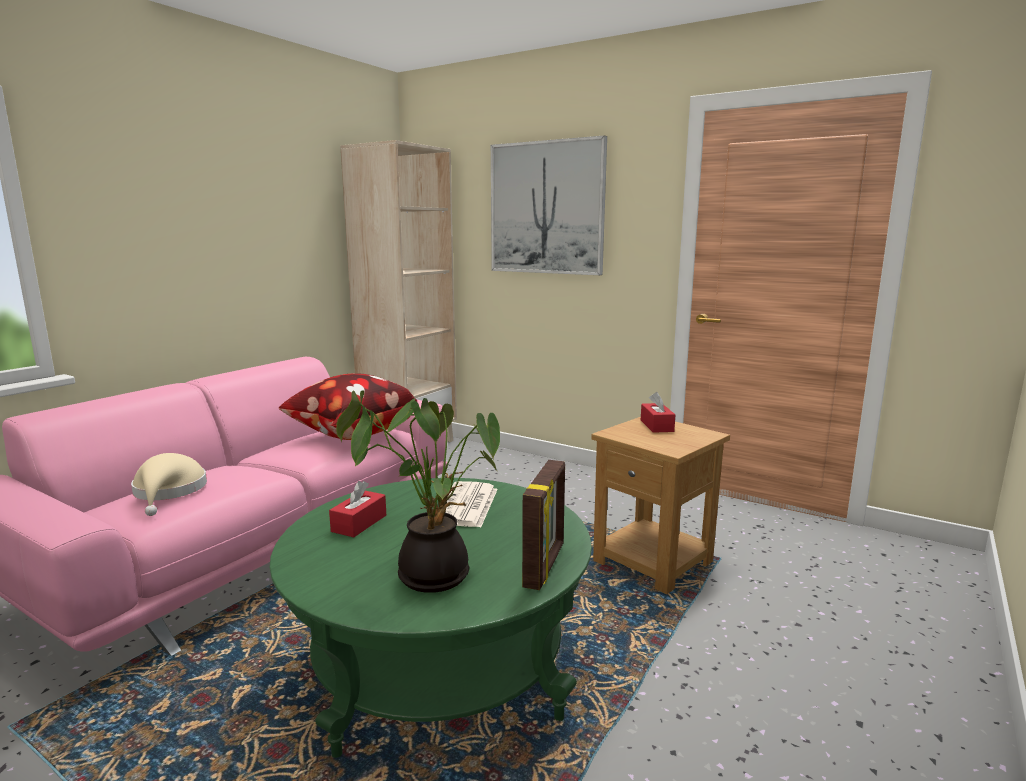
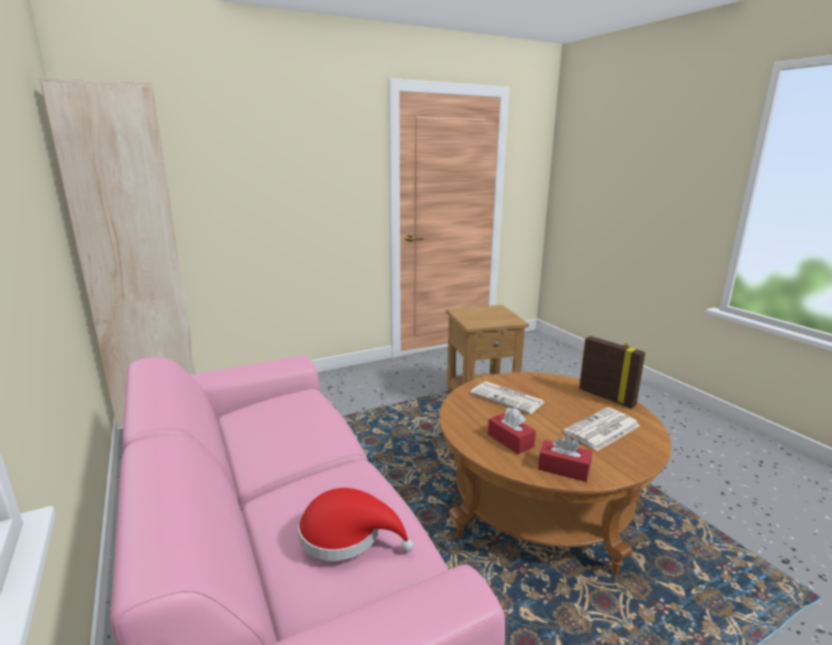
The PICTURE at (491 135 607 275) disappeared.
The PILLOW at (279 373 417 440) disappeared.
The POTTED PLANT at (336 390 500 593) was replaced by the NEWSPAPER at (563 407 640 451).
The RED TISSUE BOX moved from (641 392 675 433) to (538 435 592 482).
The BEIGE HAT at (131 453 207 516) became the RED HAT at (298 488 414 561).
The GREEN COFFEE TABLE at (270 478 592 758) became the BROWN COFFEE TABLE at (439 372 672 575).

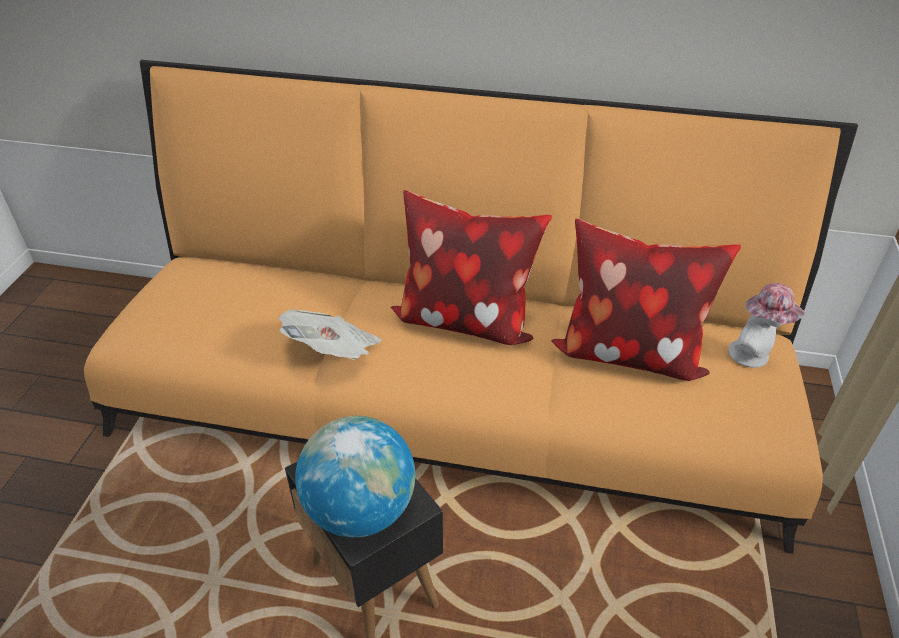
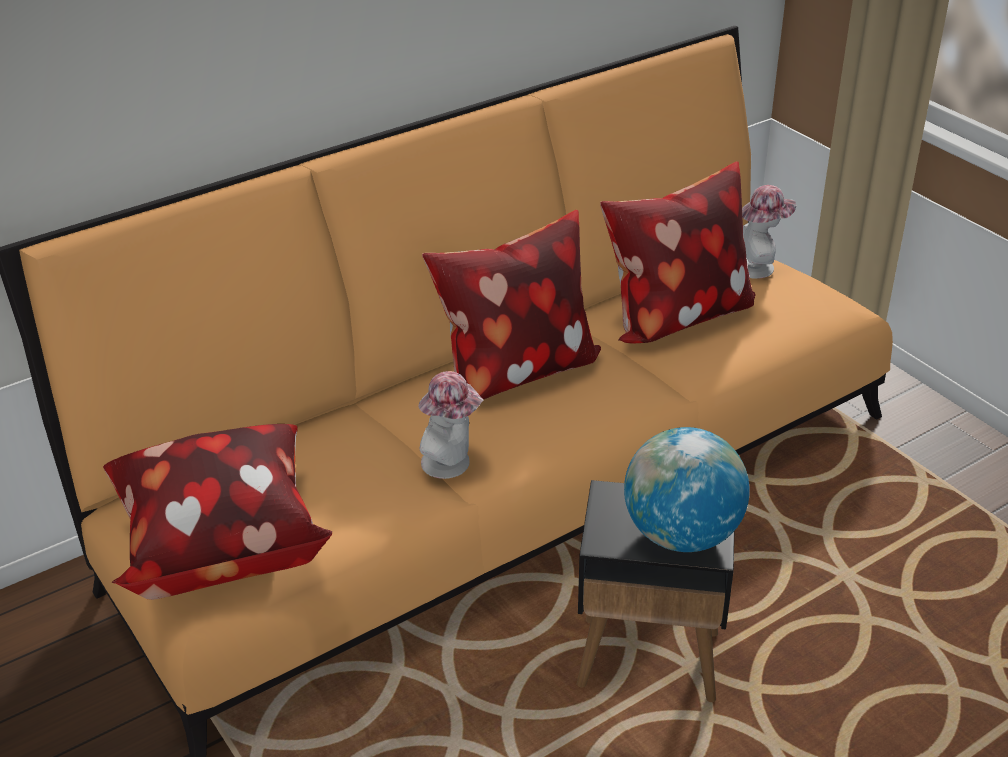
The NEWSPAPER at (279 309 382 360) was replaced by the HAT at (418 371 483 479).
The PILLOW at (103 424 332 600) appeared.

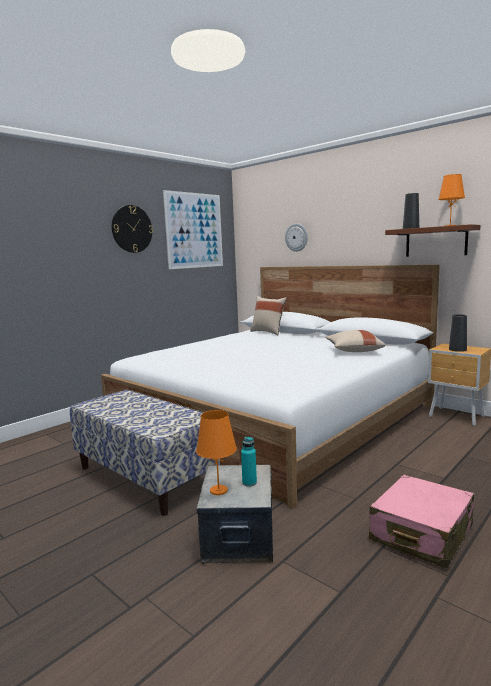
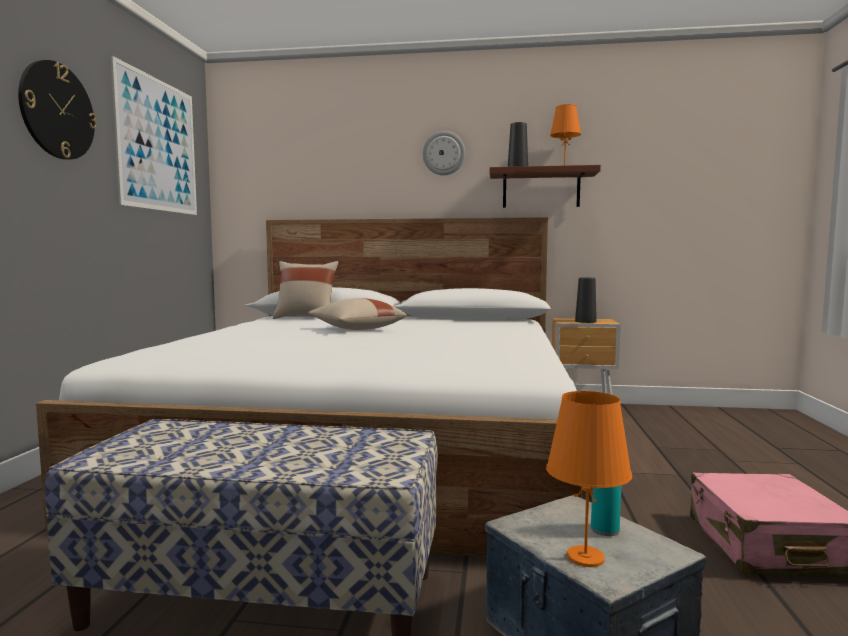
The WALL CLOCK moved from (285 223 308 252) to (422 131 465 175).
The BEIGE PILLOW moved from (326 330 386 352) to (308 298 407 330).

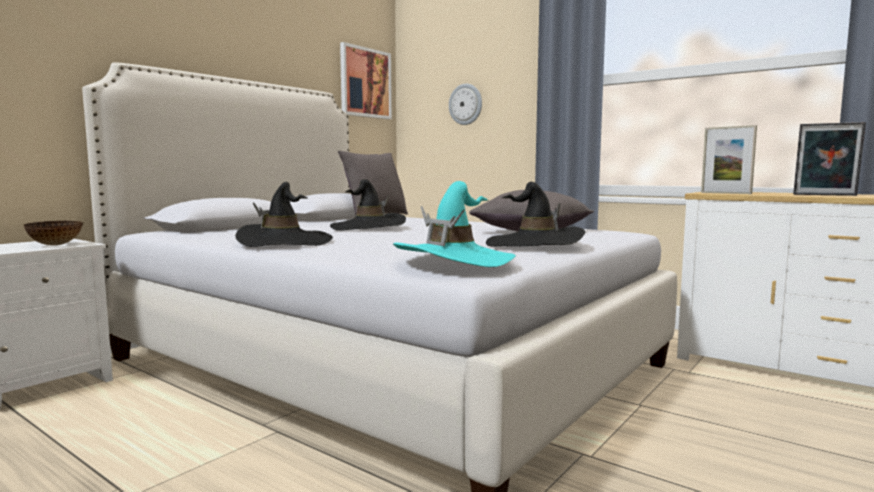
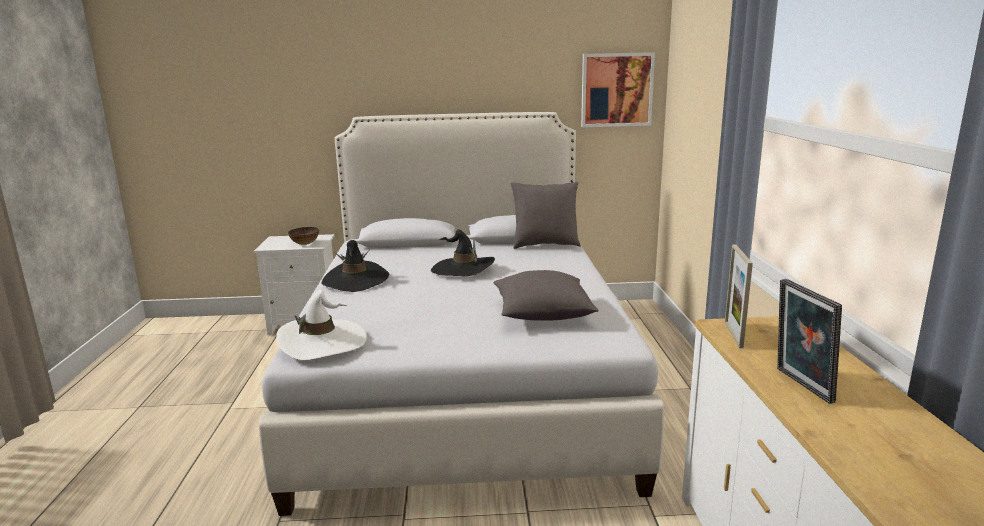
The WALL CLOCK at (449 84 482 125) disappeared.
The TURQUOISE HAT at (393 181 516 267) became the WHITE HAT at (276 290 367 360).
The BLACK HAT at (486 182 585 246) disappeared.

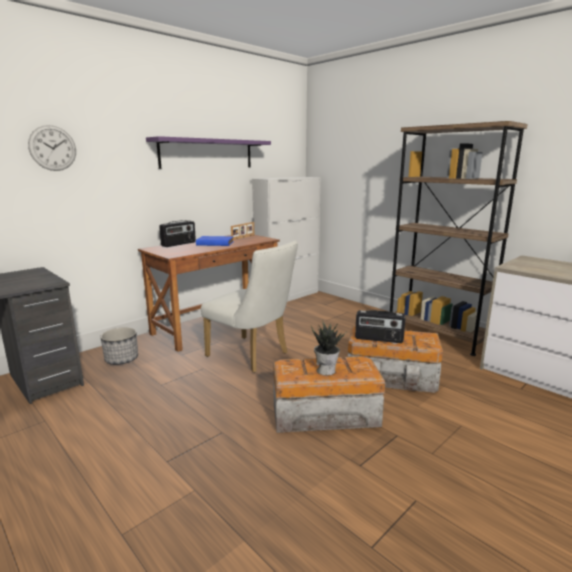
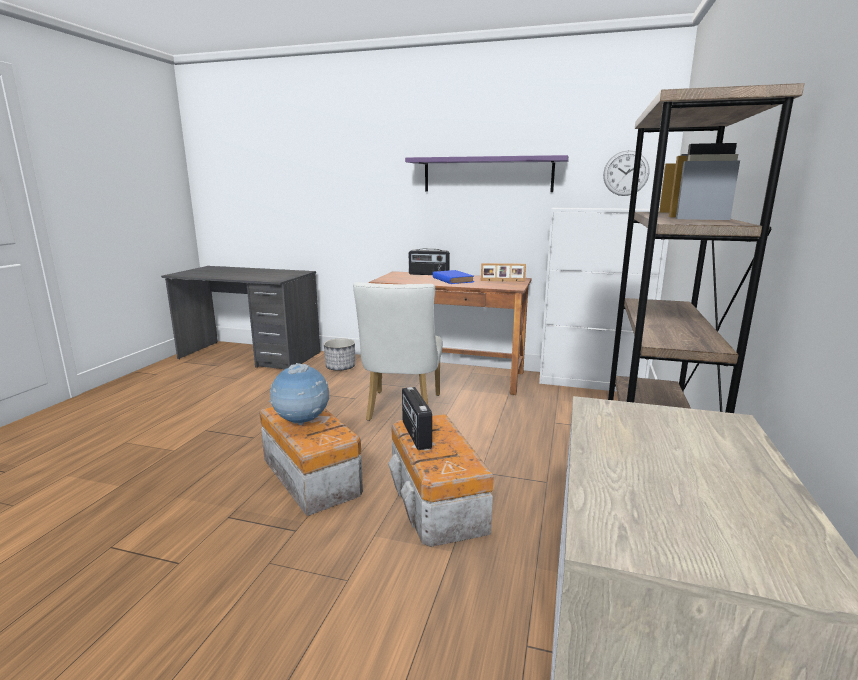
The WALL CLOCK moved from (28 125 76 171) to (603 150 649 196).
The POTTED PLANT at (311 322 347 375) was replaced by the GLOBE at (269 363 329 425).

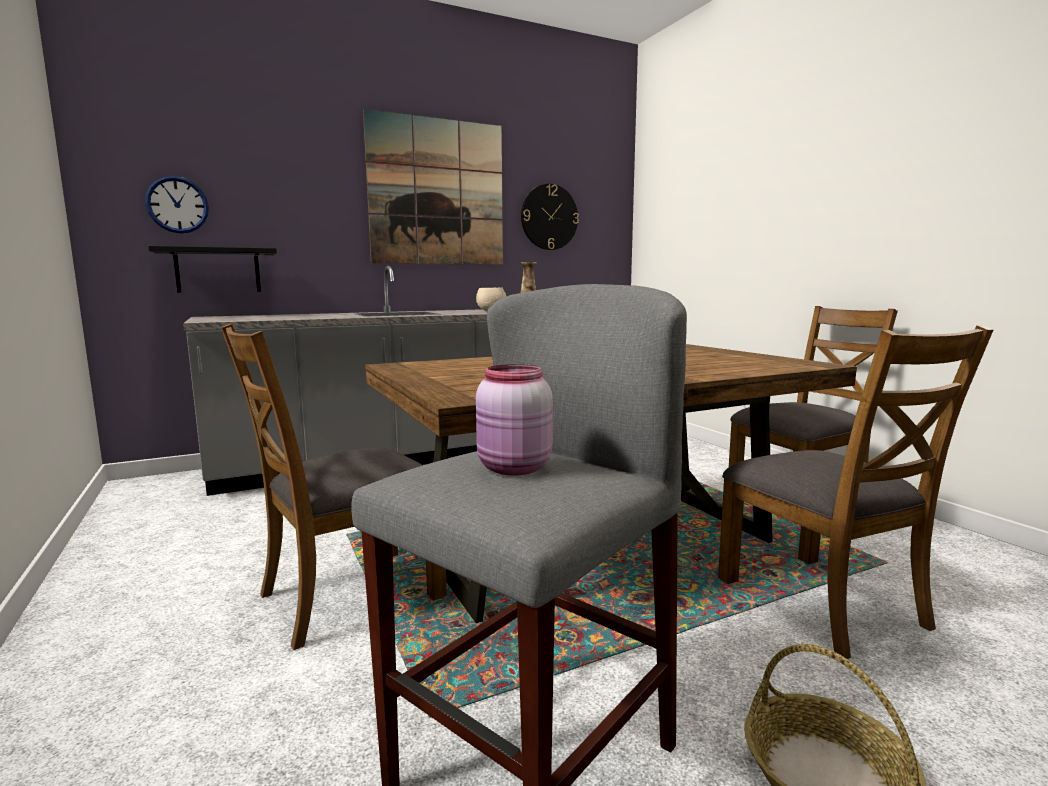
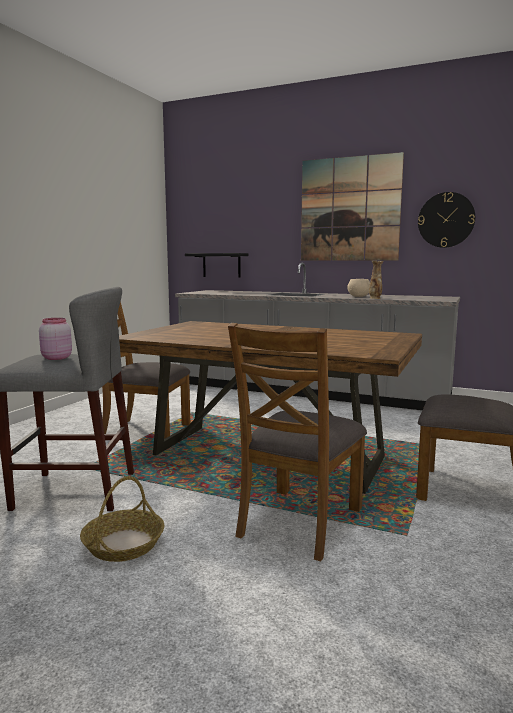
The WALL CLOCK at (145 176 209 234) disappeared.

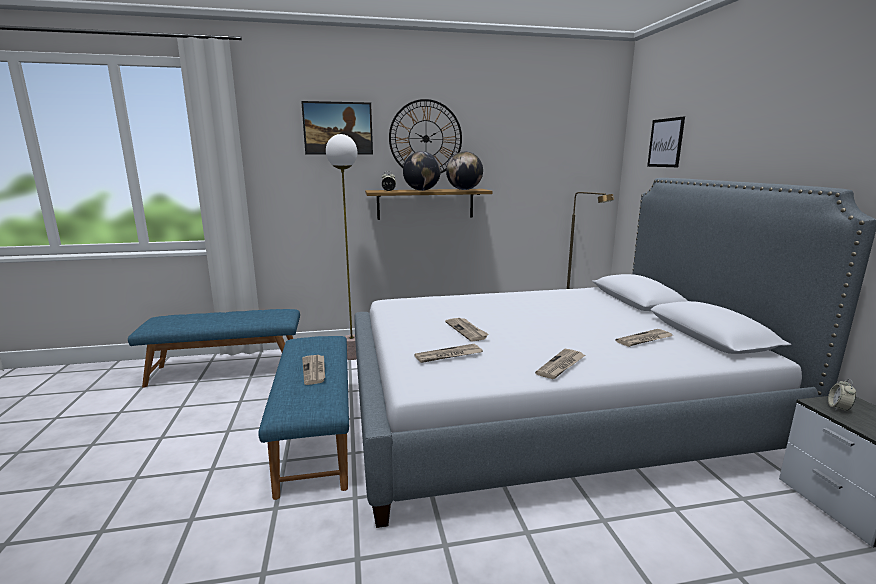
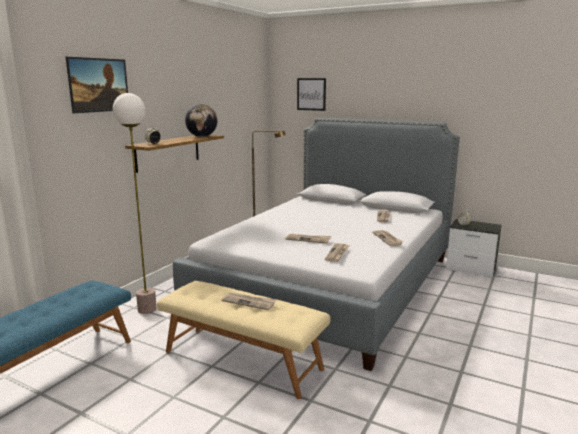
The WALL CLOCK at (389 99 462 174) disappeared.
The GLOBE at (403 151 441 191) disappeared.
The BLUE BENCH at (258 336 349 500) became the BEIGE BENCH at (157 281 330 399).

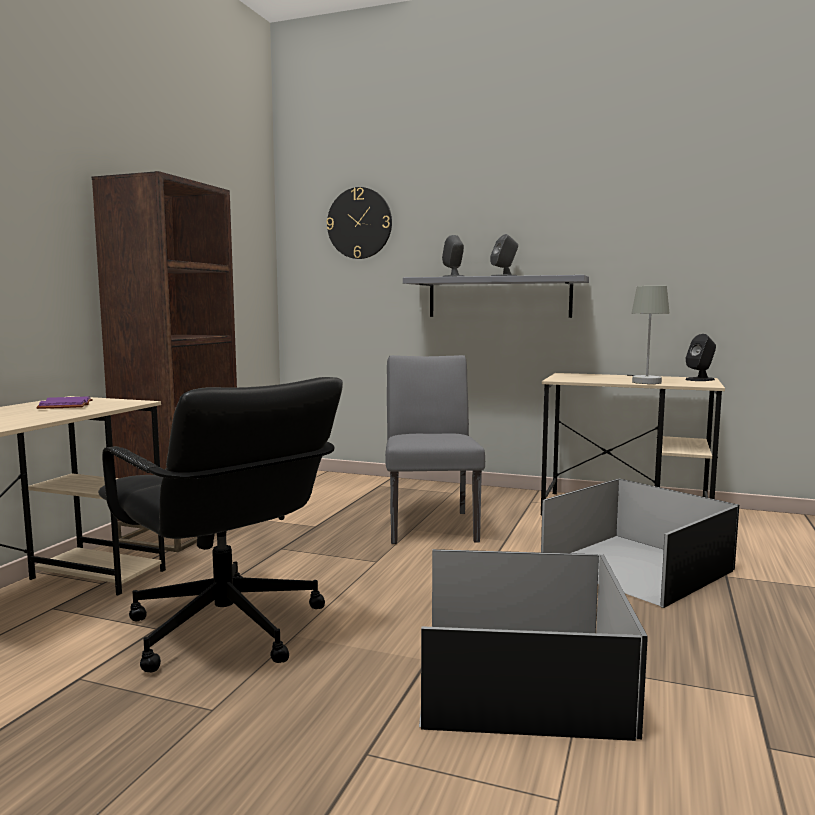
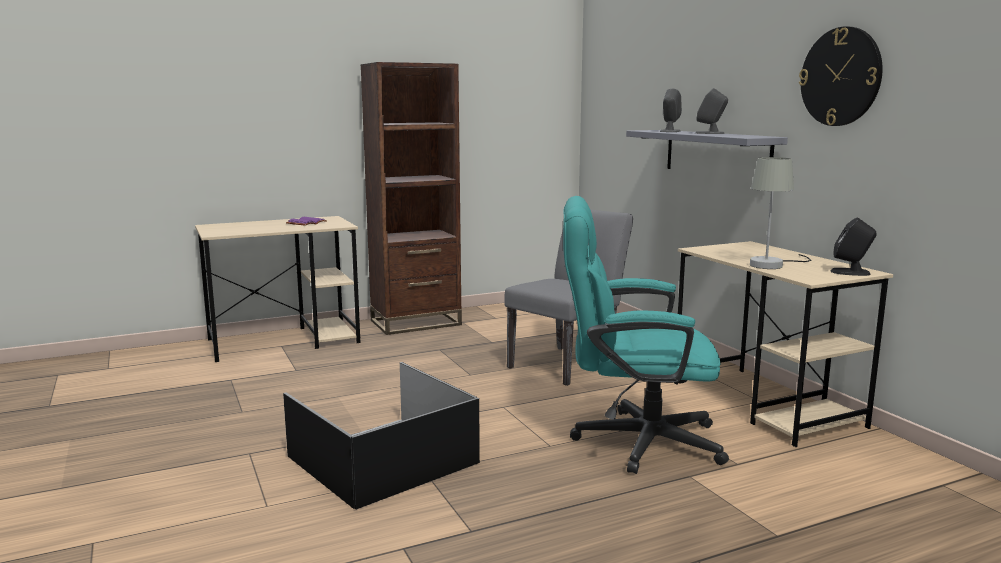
The WALL CLOCK moved from (326 187 392 259) to (799 26 883 126).
The BLACK OFFICE CHAIR at (98 377 343 672) disappeared.
The BLACK STORAGE BOX at (541 479 739 608) was replaced by the TURQUOISE OFFICE CHAIR at (563 196 729 474).

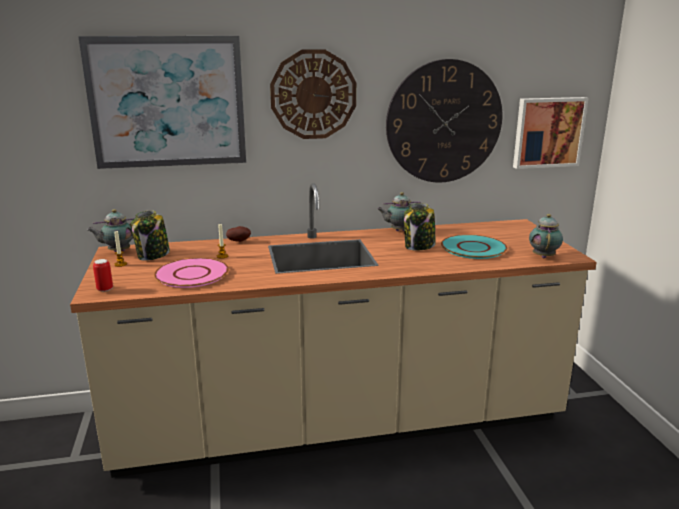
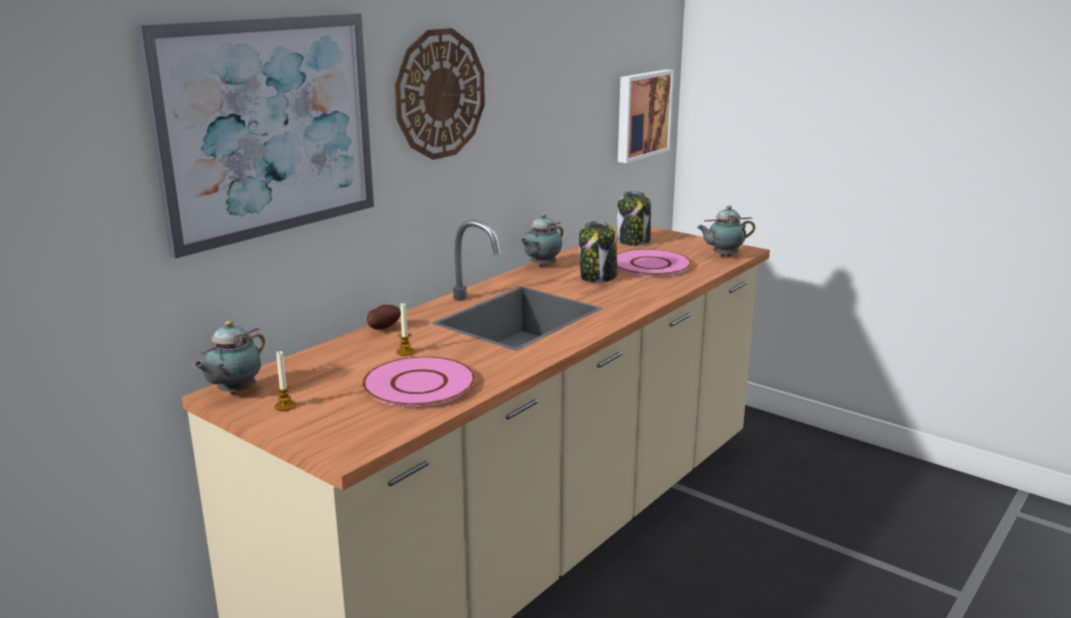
The WALL CLOCK at (386 59 502 183) disappeared.
The JAR moved from (131 210 170 261) to (617 191 651 246).
The TEAPOT at (529 214 563 258) turned 75 degrees counterclockwise.
The TURQUOISE PLATE at (441 235 507 259) became the PINK PLATE at (617 249 692 277).
The CAN at (93 259 113 292) disappeared.

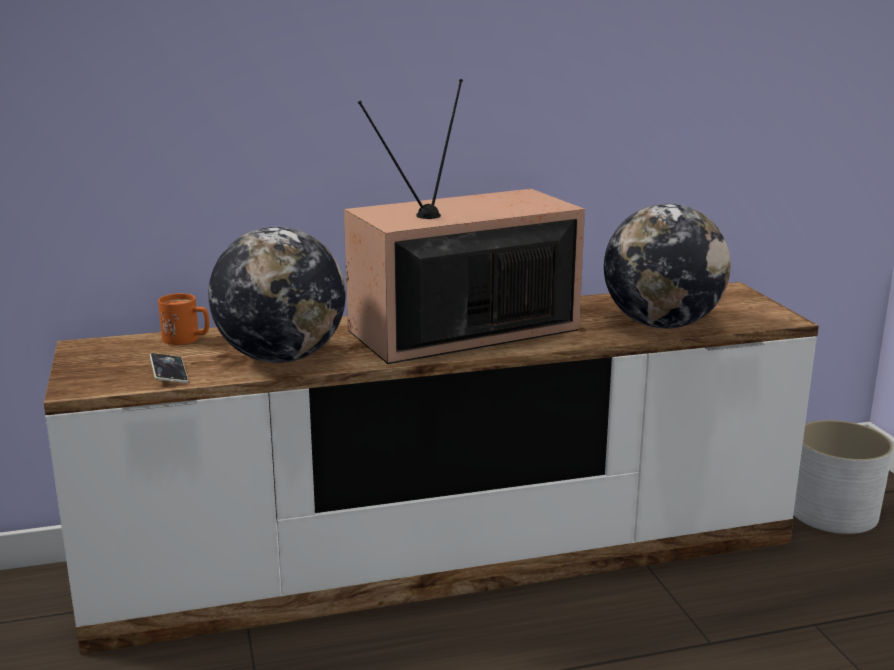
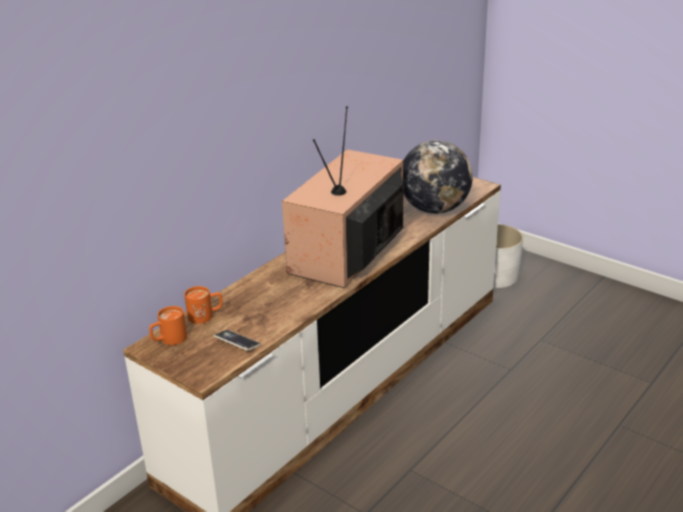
The GLOBE at (208 227 345 363) disappeared.
The ORANGE MUG at (149 306 187 345) appeared.

